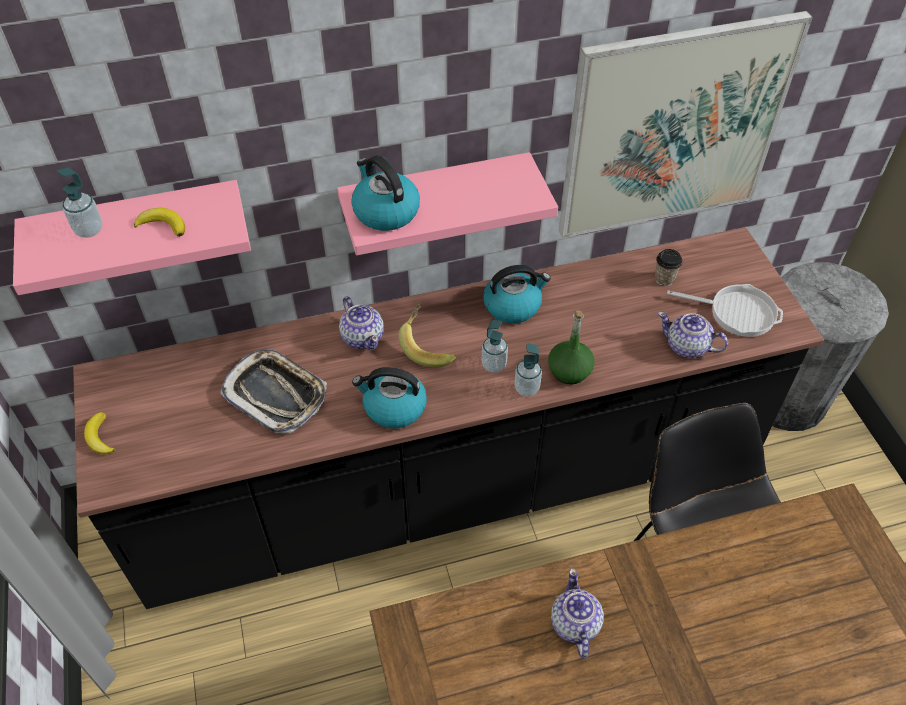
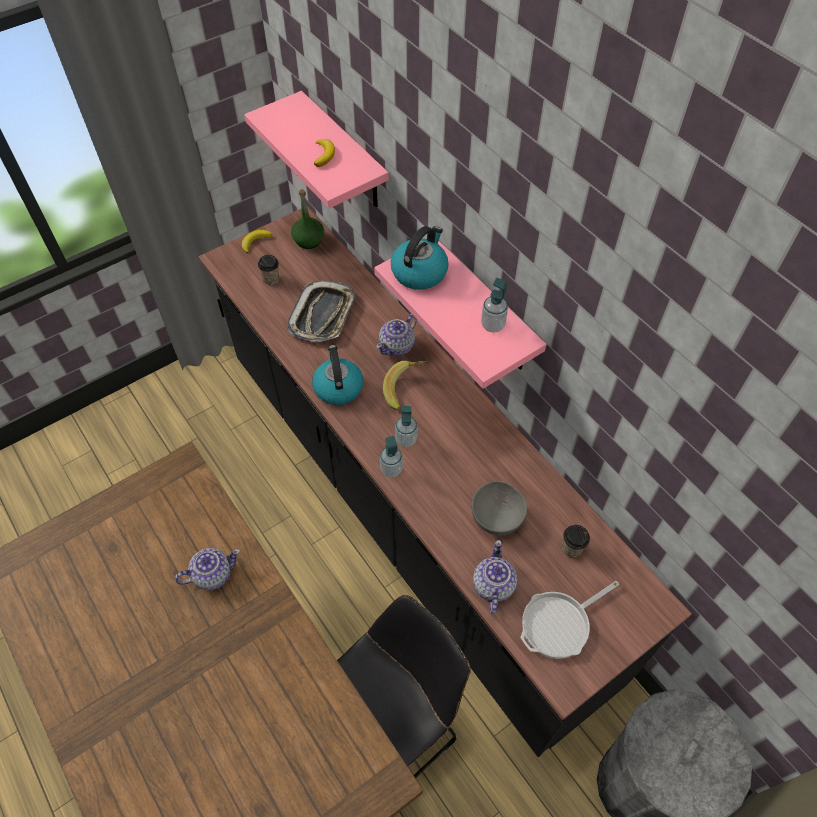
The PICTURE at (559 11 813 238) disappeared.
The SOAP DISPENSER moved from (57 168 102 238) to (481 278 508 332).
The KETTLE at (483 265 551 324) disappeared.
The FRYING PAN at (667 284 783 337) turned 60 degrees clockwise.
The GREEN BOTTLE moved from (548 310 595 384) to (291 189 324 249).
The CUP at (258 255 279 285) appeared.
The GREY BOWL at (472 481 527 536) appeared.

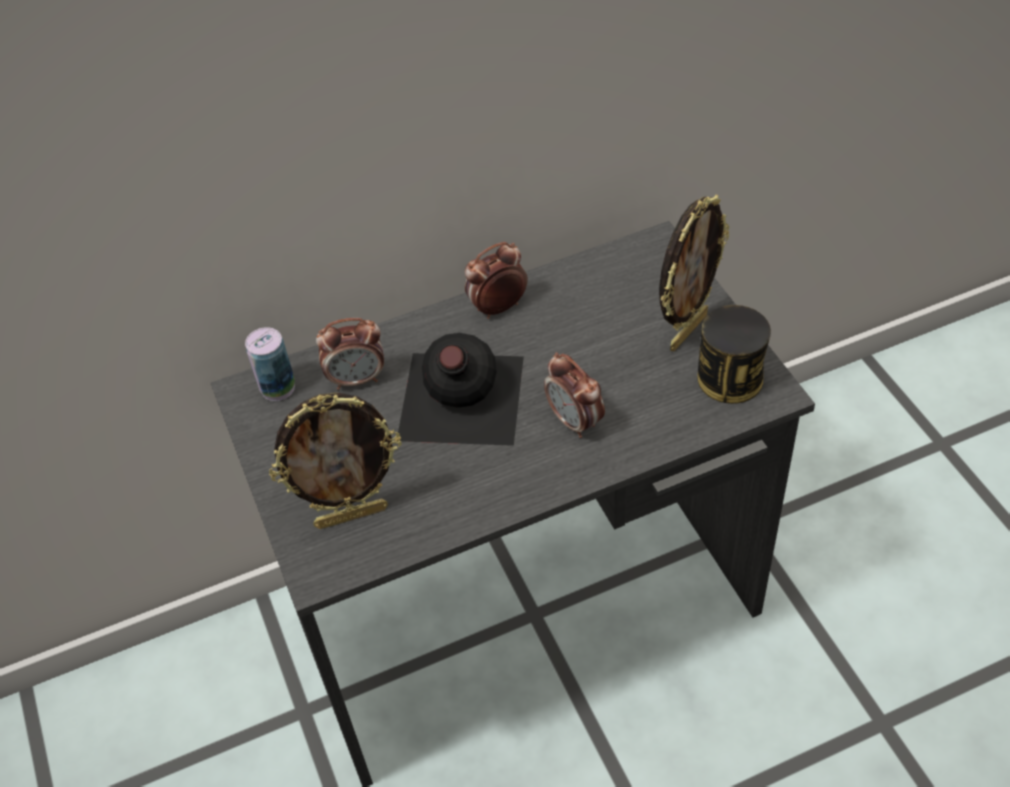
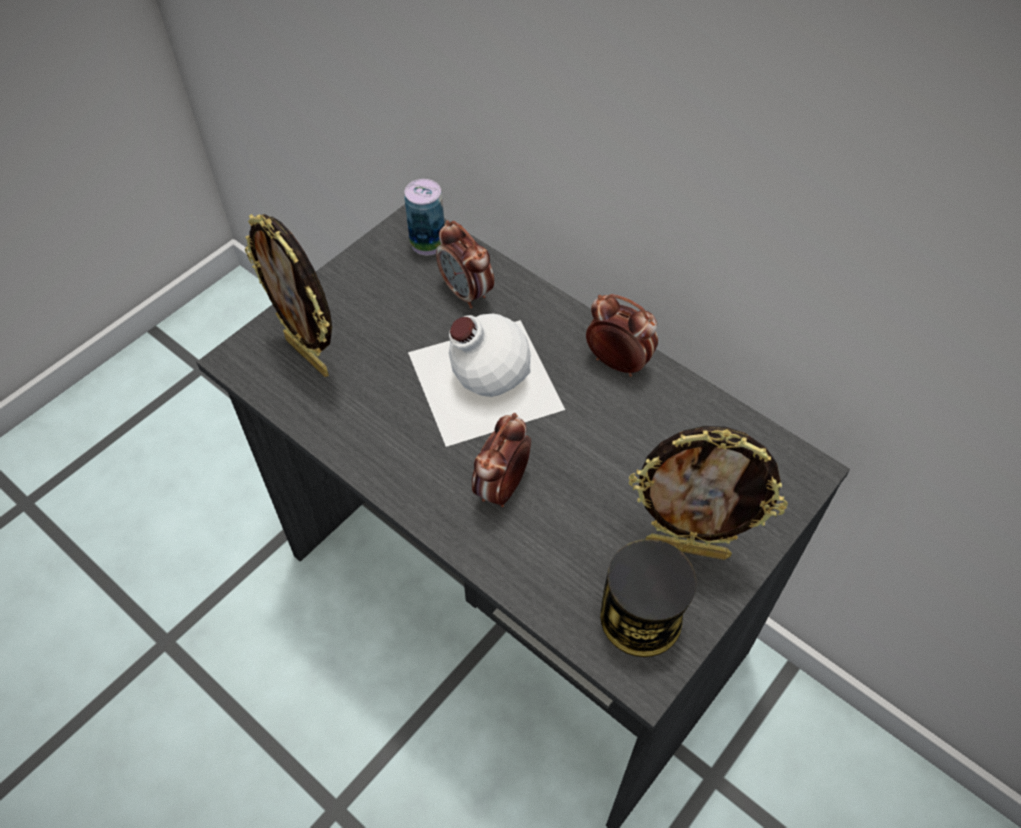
The BLACK BOTTLE at (398 333 524 446) became the WHITE BOTTLE at (408 314 565 447).

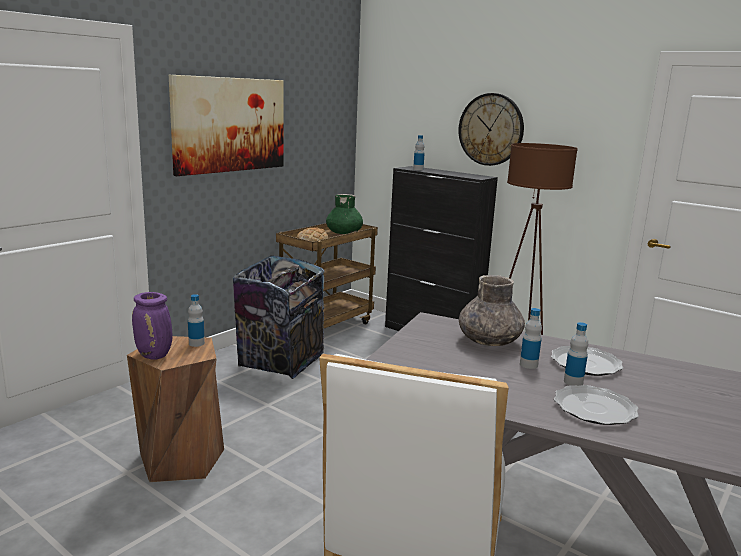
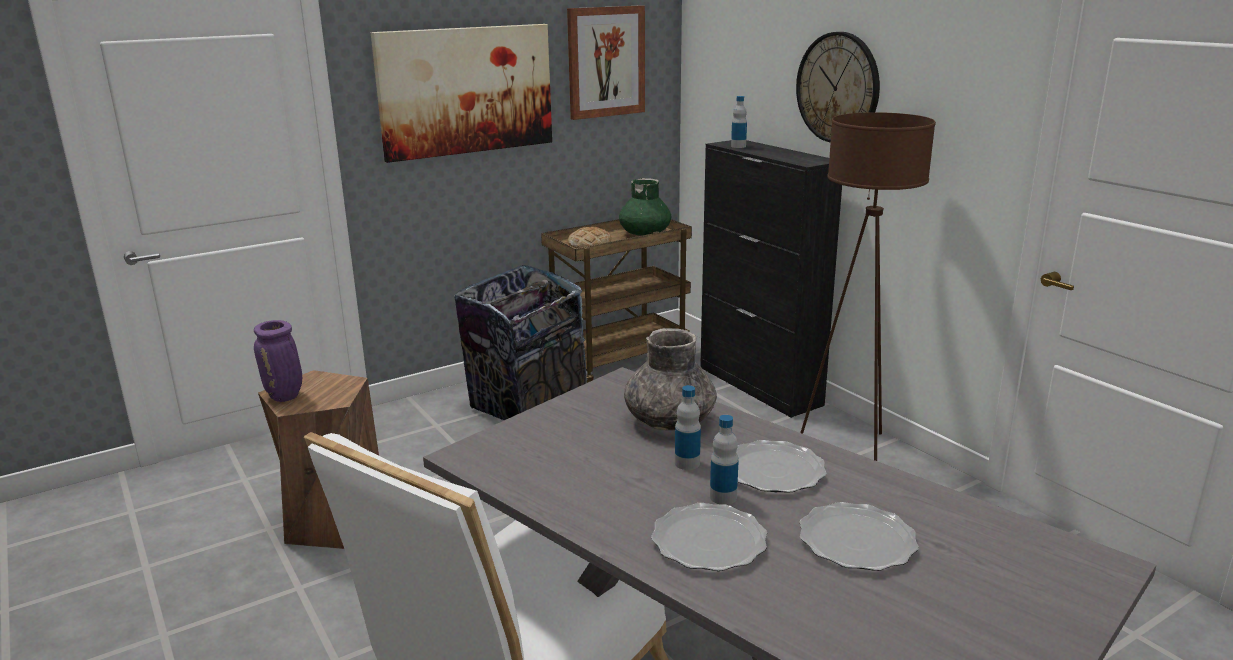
The BOTTLE at (188 294 205 347) disappeared.
The PICTURE at (567 5 645 120) appeared.
The PLATE at (800 502 919 571) appeared.

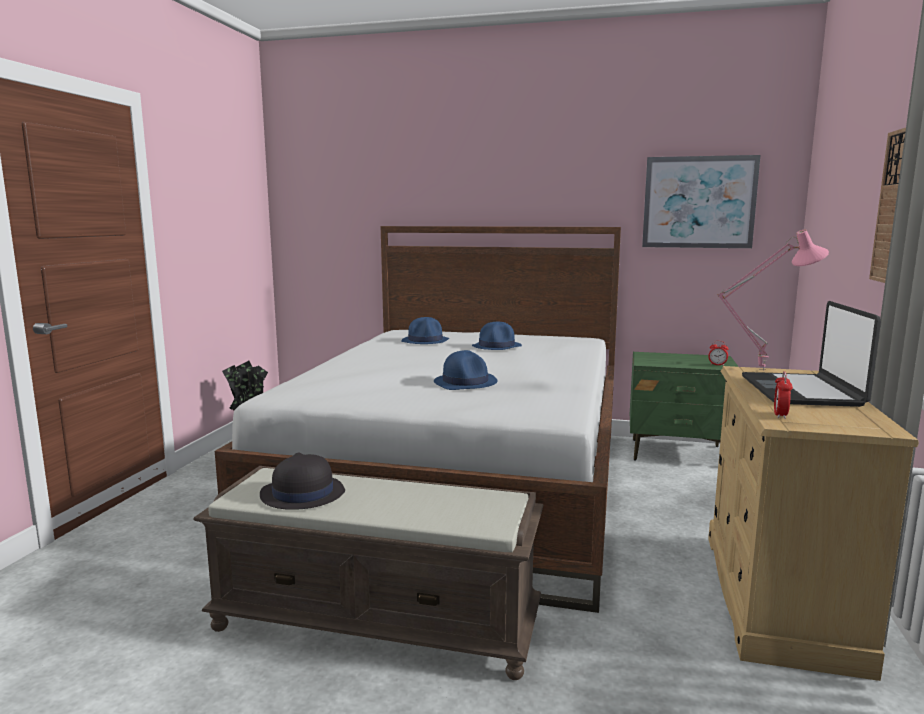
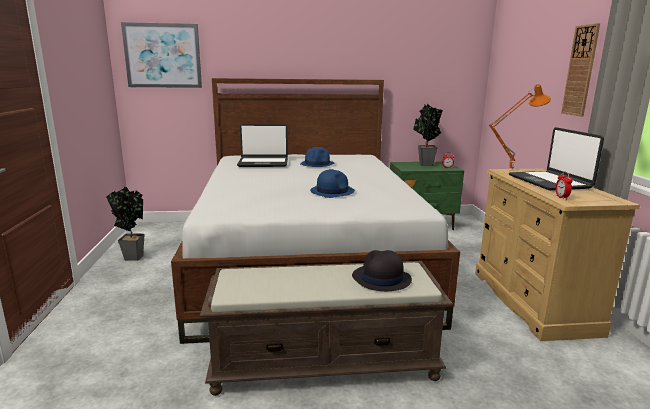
The PICTURE moved from (642 155 761 248) to (121 22 202 88).
The PINK TABLE LAMP at (718 229 829 371) became the ORANGE TABLE LAMP at (489 84 551 171).
The BLUE HAT at (401 317 449 344) was replaced by the LAPTOP at (237 124 288 167).
The BLACK HAT moved from (260 453 345 510) to (352 250 412 291).
The POTTED PLANT at (413 104 443 166) appeared.

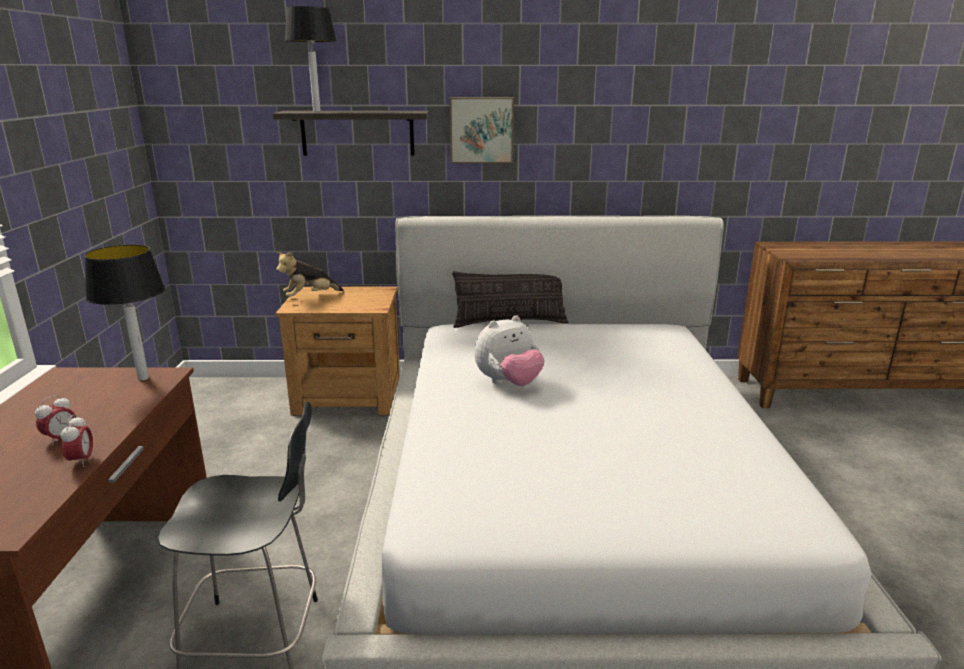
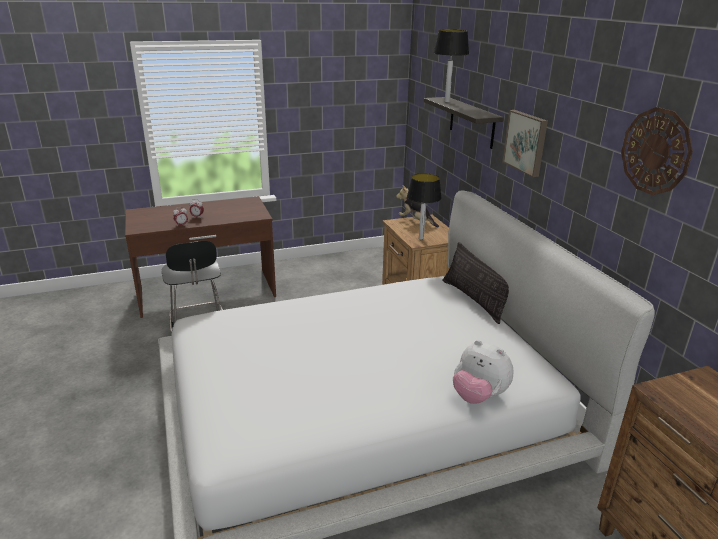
The TABLE LAMP moved from (84 245 165 381) to (407 173 442 240).
The PLUSH TOY moved from (474 316 544 386) to (453 340 514 404).
The WALL CLOCK at (621 107 693 195) appeared.

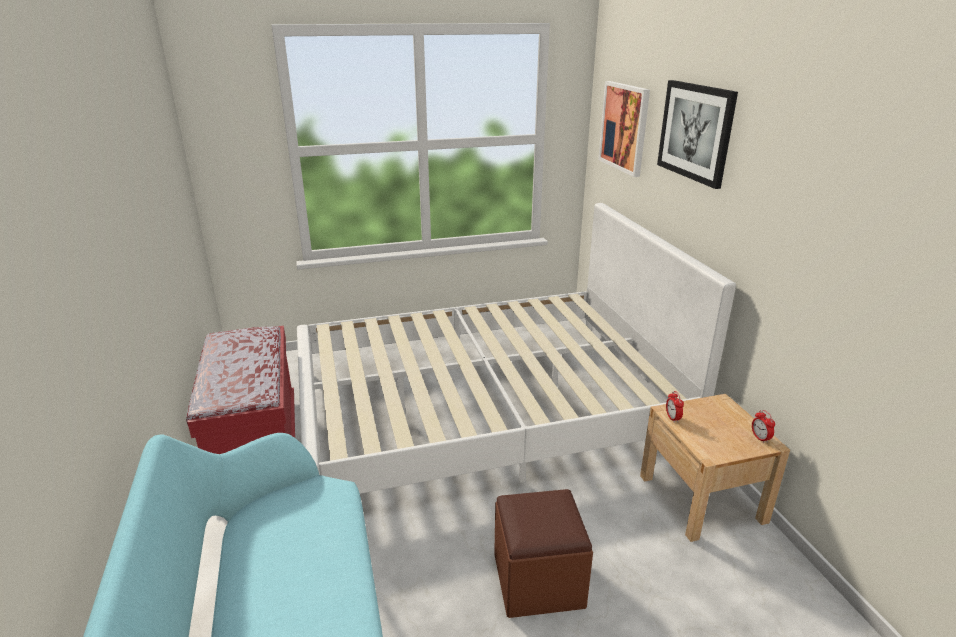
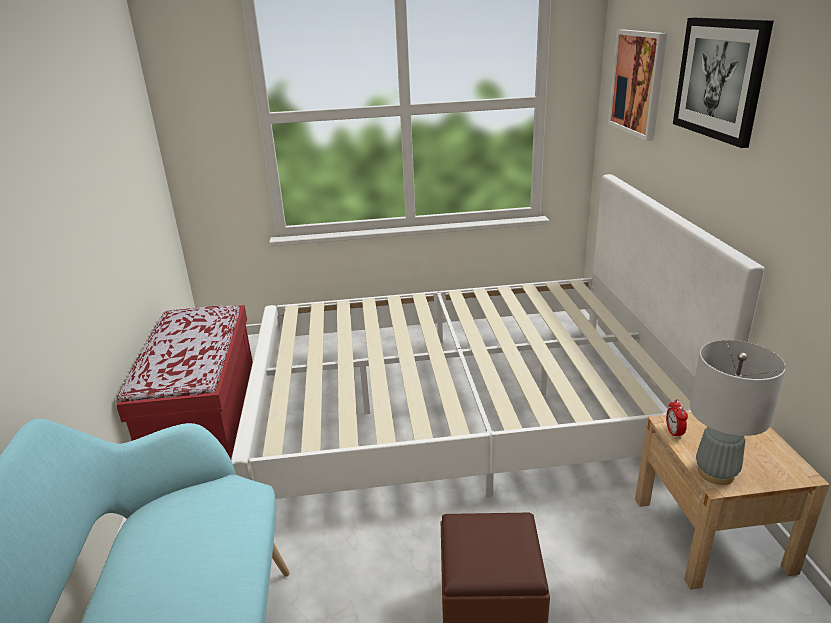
The ALARM CLOCK at (752 410 775 443) disappeared.
The GREY TABLE LAMP at (690 340 786 485) appeared.

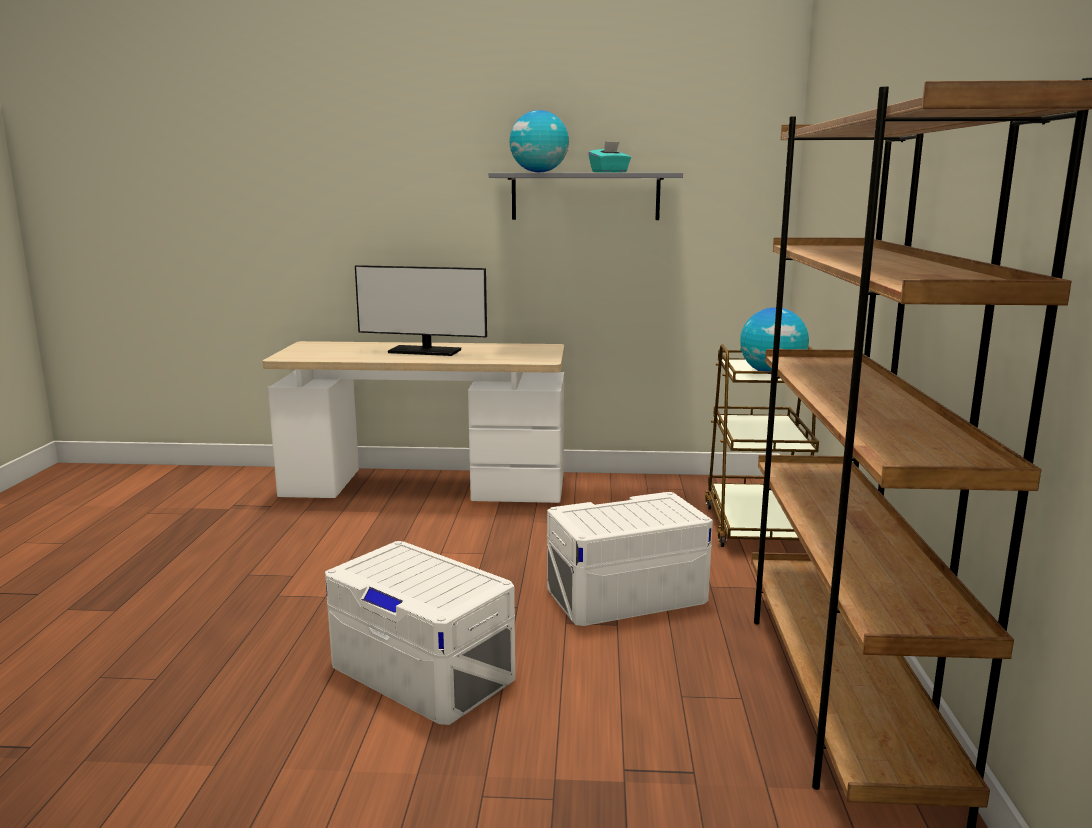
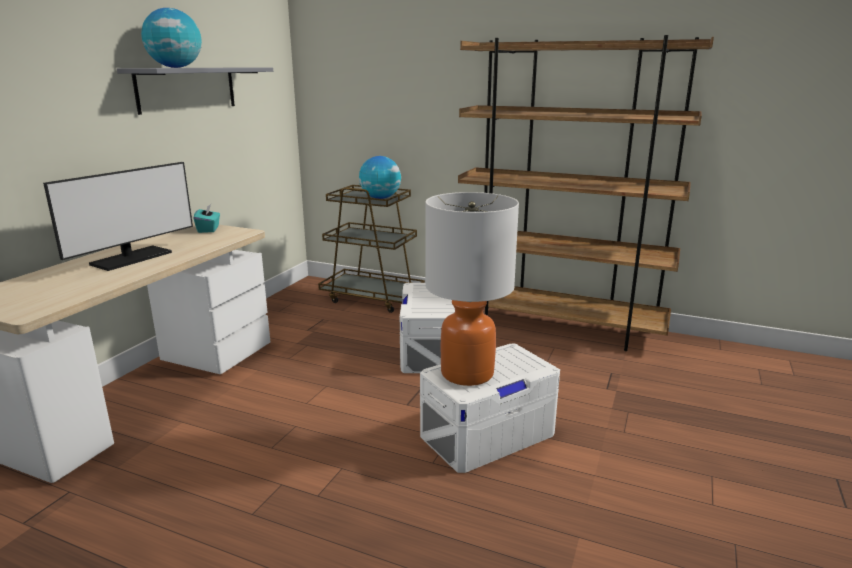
The TURQUOISE TISSUE BOX moved from (588 141 631 173) to (193 204 220 233).
The TABLE LAMP at (425 192 519 386) appeared.

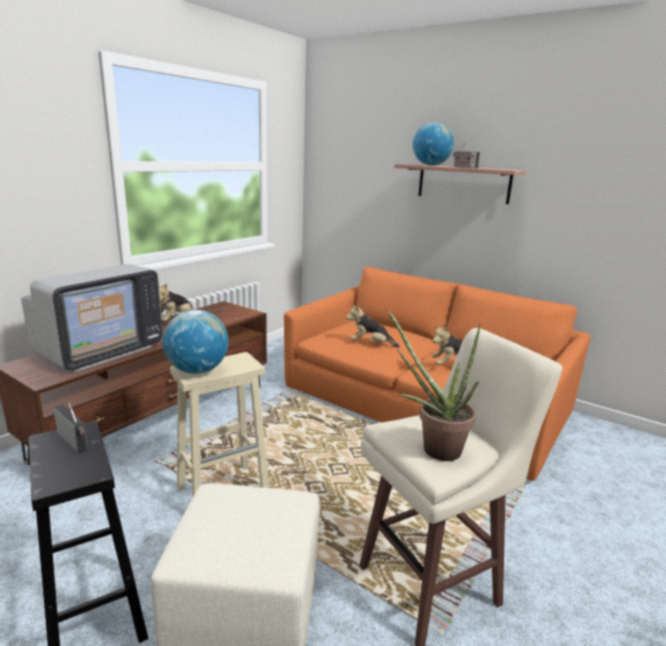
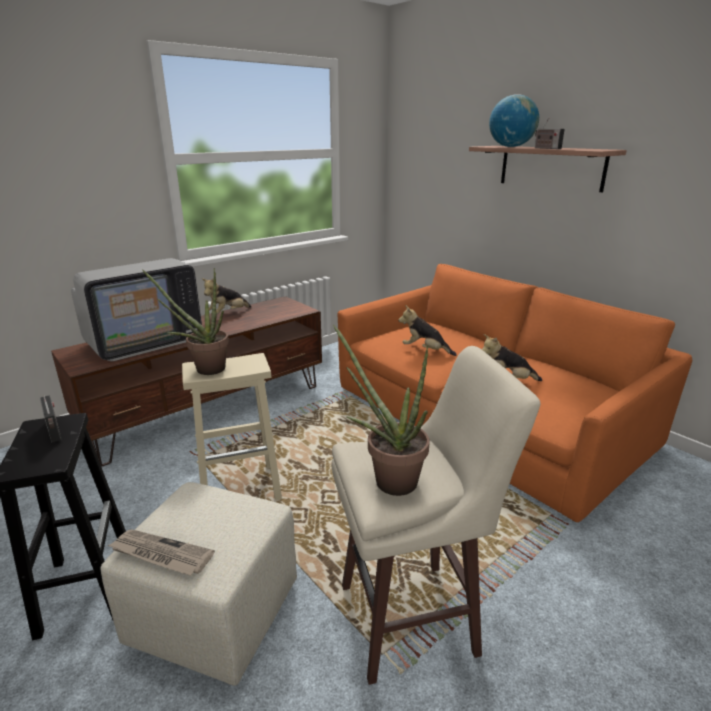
The GLOBE at (162 310 229 374) was replaced by the POTTED PLANT at (142 268 229 375).
The NEWSPAPER at (107 529 215 576) appeared.

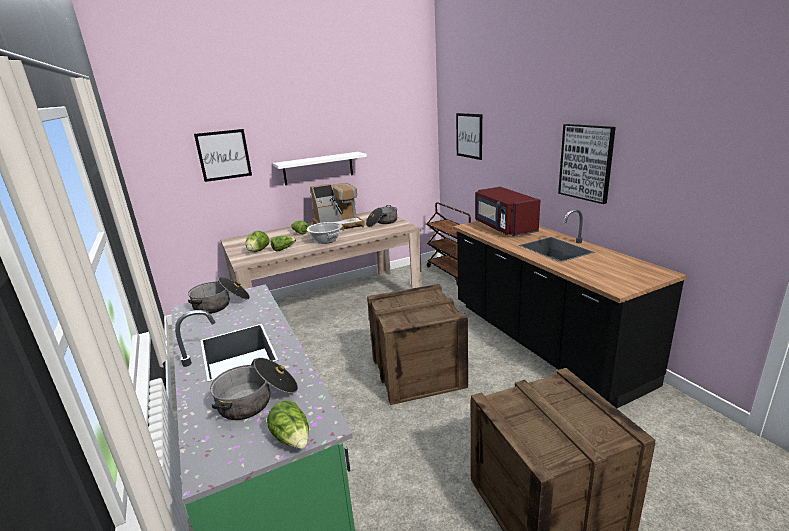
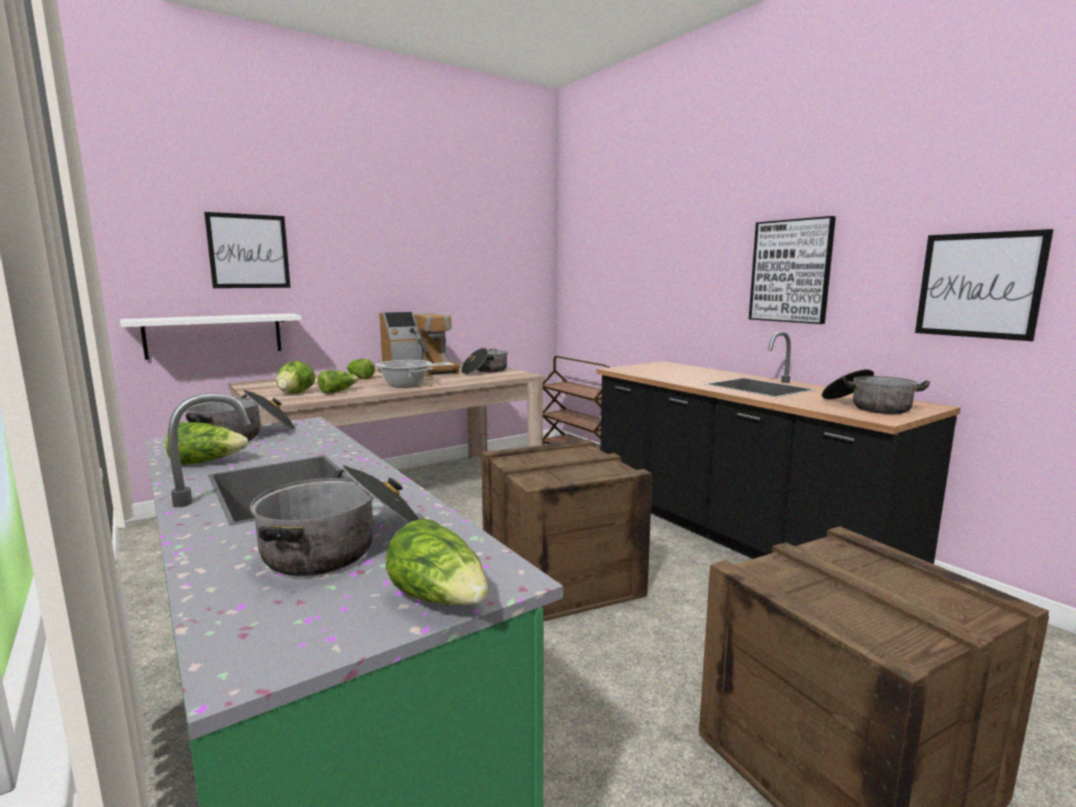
The PICTURE moved from (456 113 482 160) to (915 229 1054 341).
The WHITE SHELF moved from (273 152 367 185) to (120 313 302 360).
The RED MICROWAVE at (475 187 540 236) disappeared.
The COOKING POT at (822 369 930 414) appeared.
The LETTUCE at (165 422 248 465) appeared.

